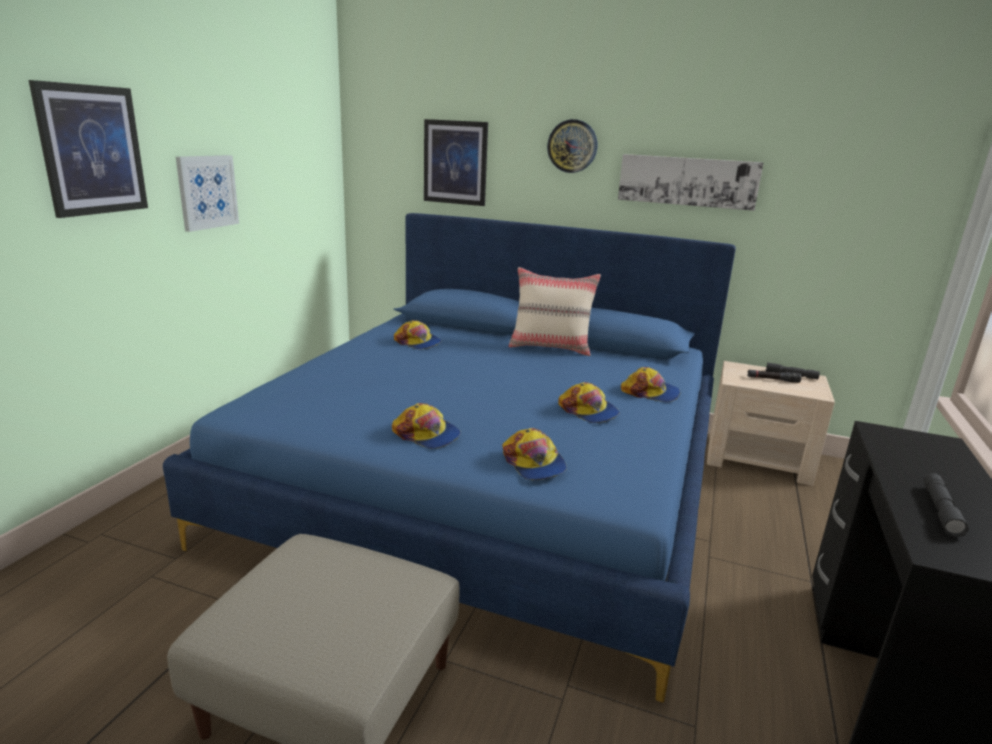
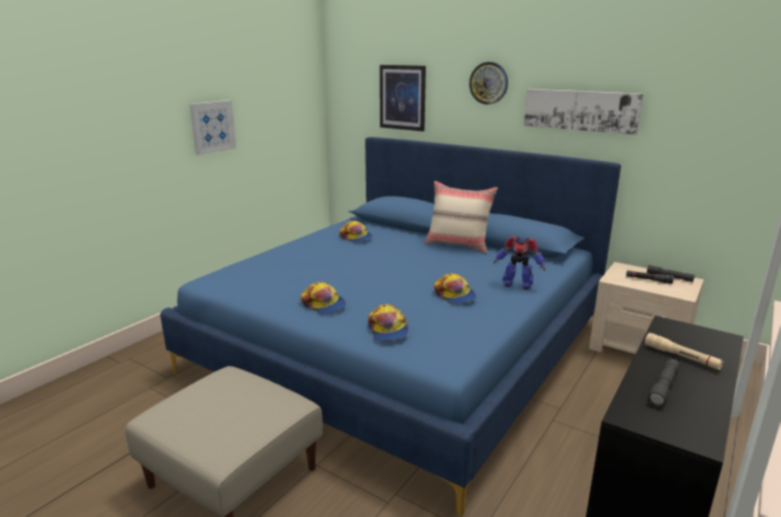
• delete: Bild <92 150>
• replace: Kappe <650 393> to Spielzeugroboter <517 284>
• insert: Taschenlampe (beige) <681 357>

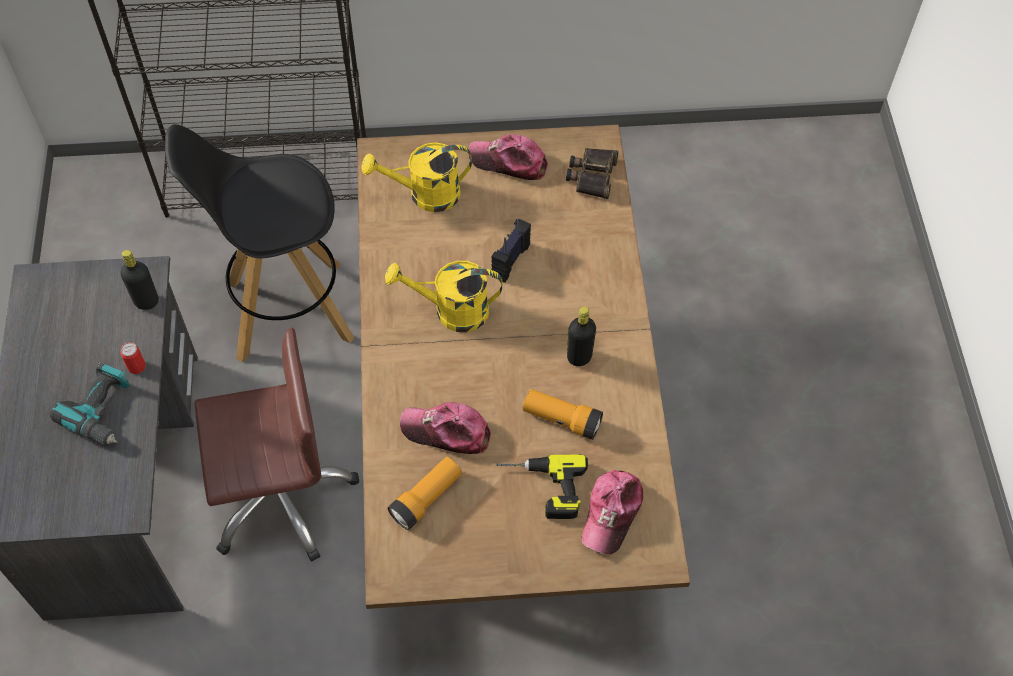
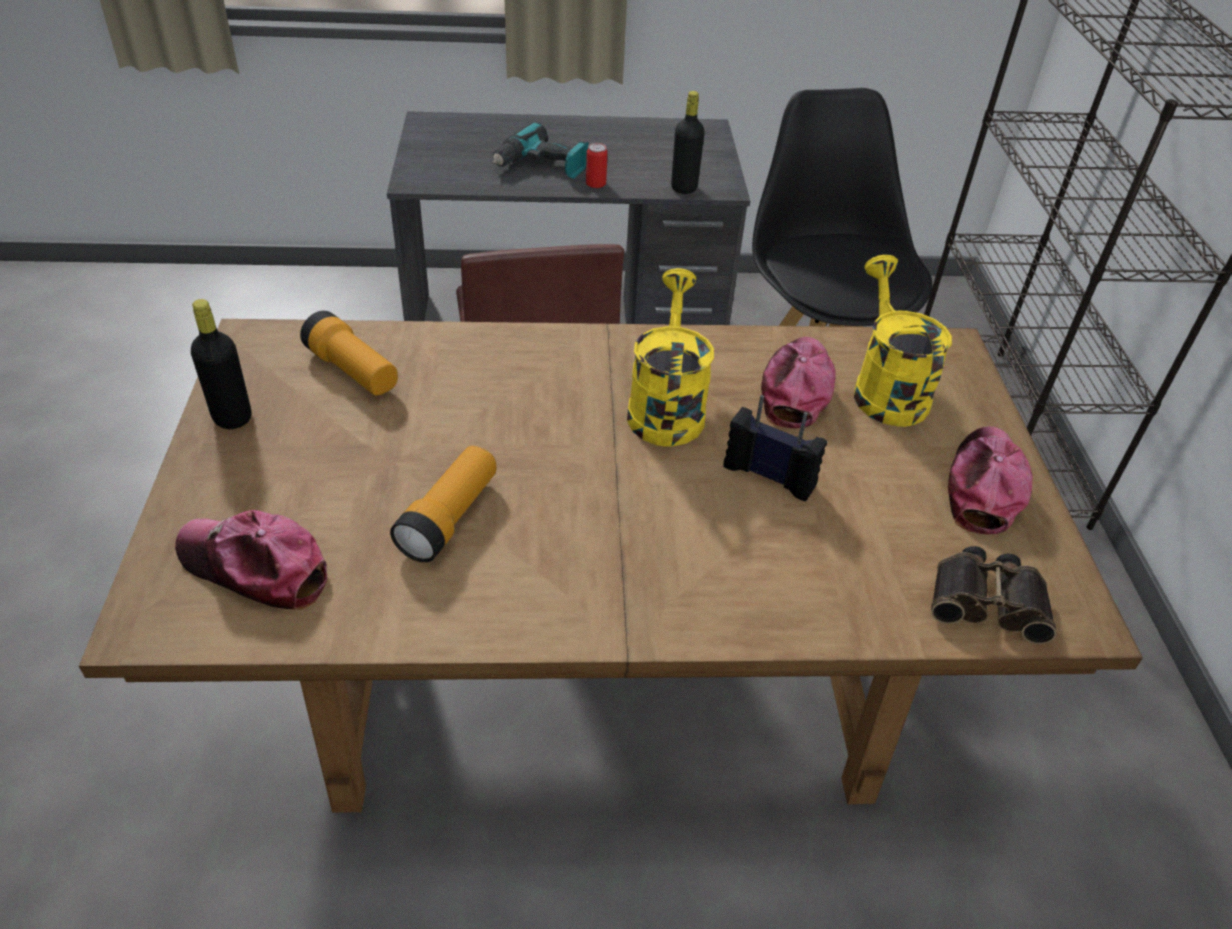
• move: Kappe <446 432> to <796 388>
• delete: Bohrmaschine <542 489>
• move: Flasche (schwarz) <579 357> to <232 417>

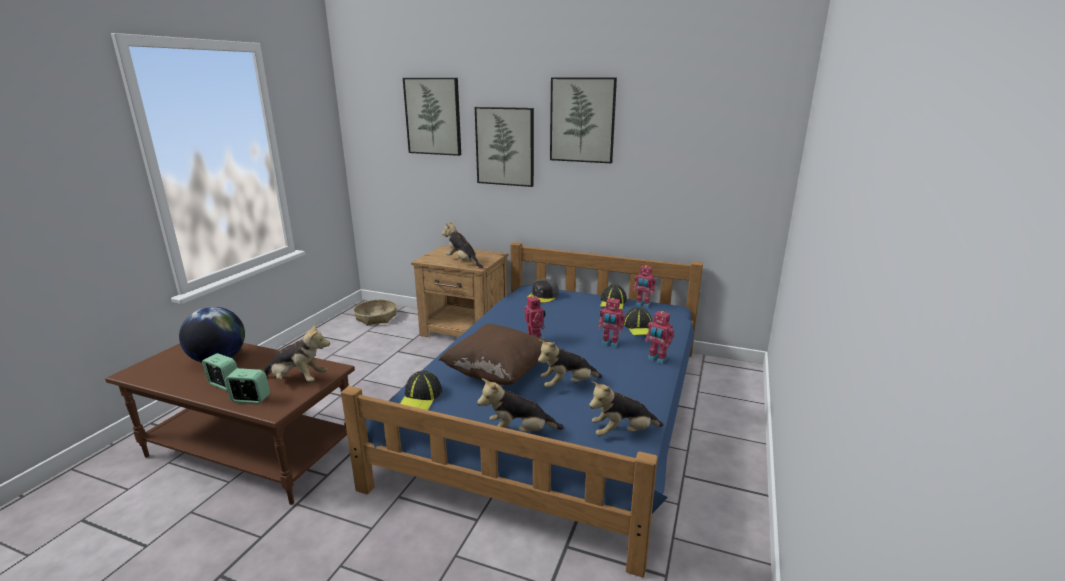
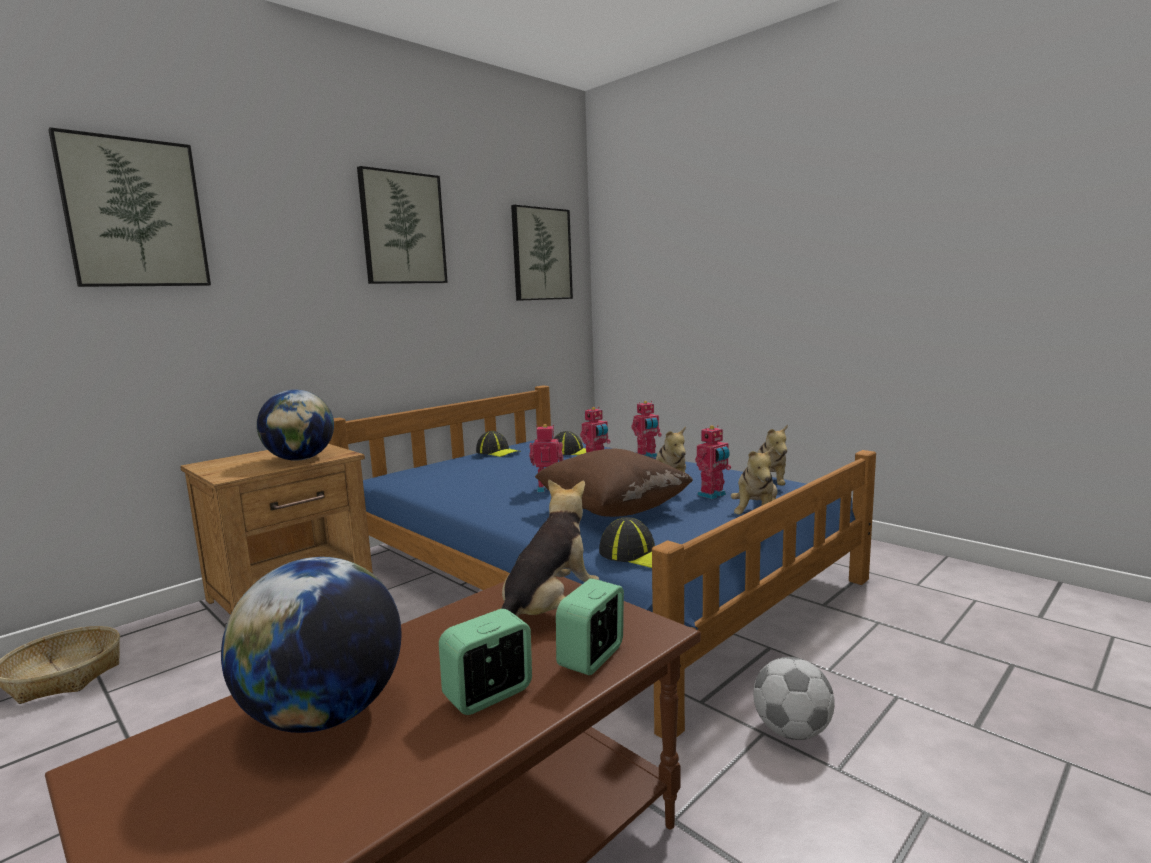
• replace: Plüschtier <463 262> to Globus <300 459>
• move: Bild <505 146> to <541 254>
• delete: Kappe (grau) <543 296>
• move: Spielzeugroboter <642 305> to <713 495>
• insert: Fußball <792 731>

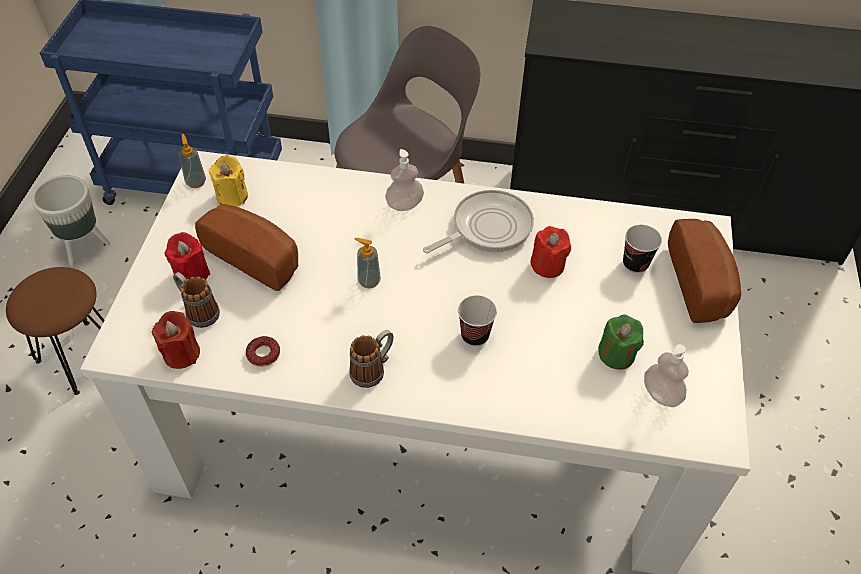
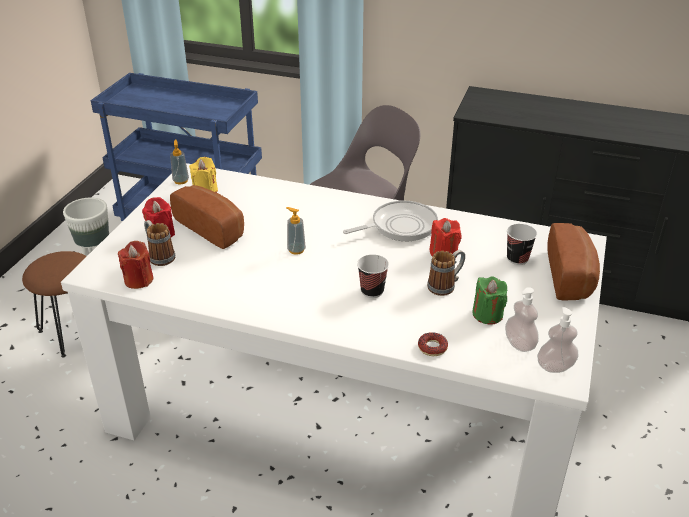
• move: Donut <263 354> to <432 347>
• move: Henkelbecher <373 369> to <445 285>
• move: Seifenspender <404 205> to <555 366>

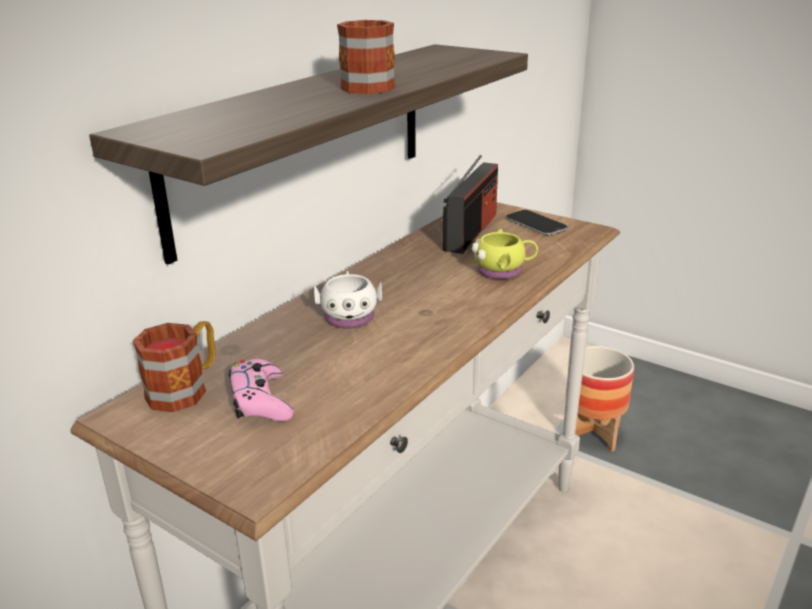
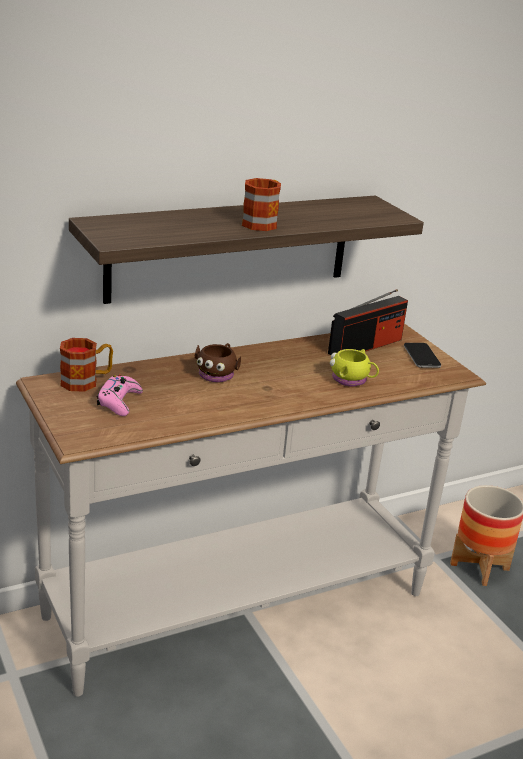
• recolor: Henkelbecher (weiß) <349 315> to Henkelbecher (braun) <217 373>

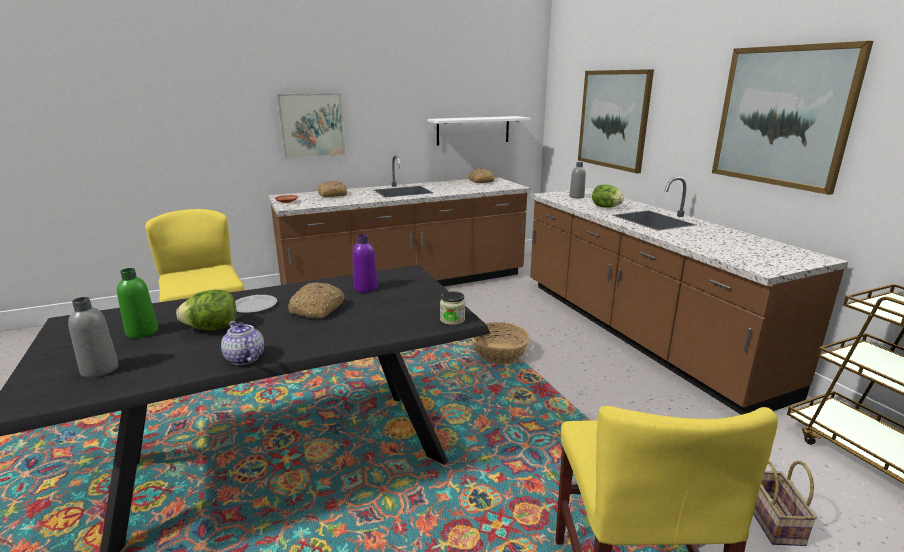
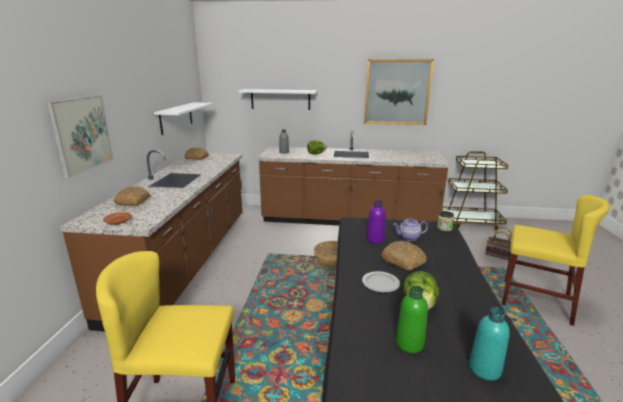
• recolor: Flasche (grau) <100 369> to Flasche (türkis) <484 369>
• move: Teekanne <244 358> to <409 237>
• replace: Bild <613 119> to Wandregal (weiß) <280 99>

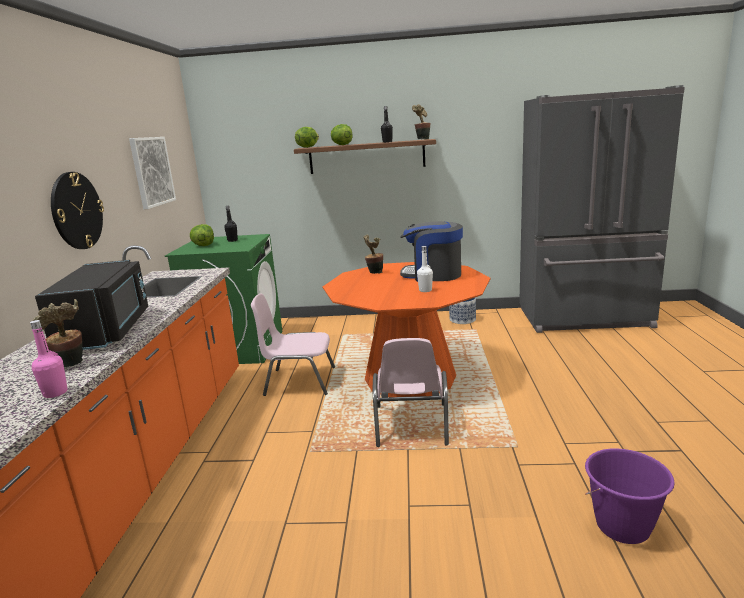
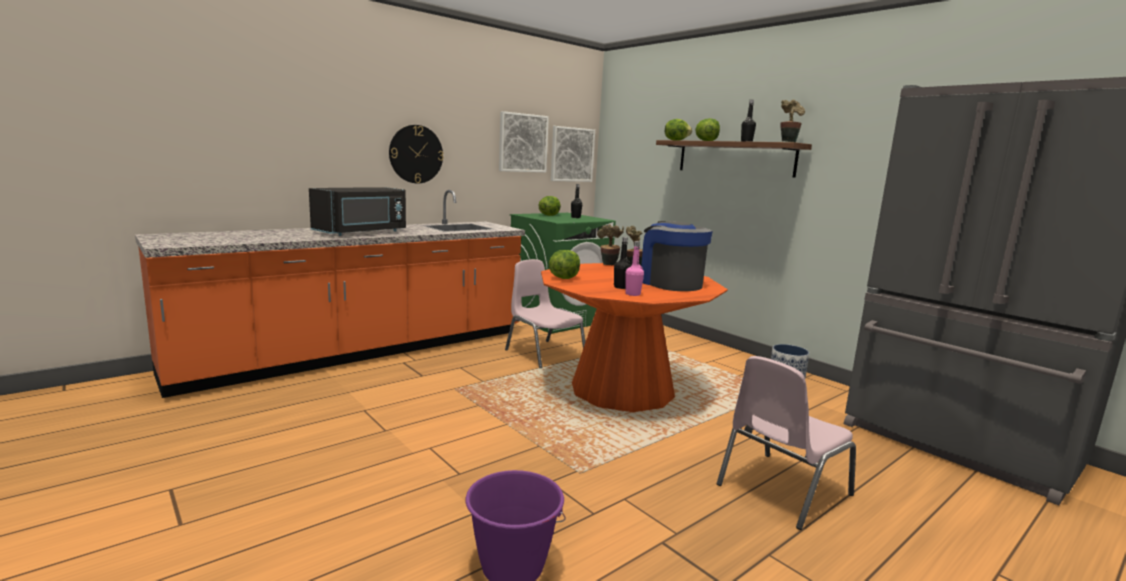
• move: Flasche (rosa) <55 393> to <633 294>
• move: Topfpflanze <71 365> to <609 265>
• move: Stuhl (rosa) <411 426> to <781 490>
• recolor: Flasche (weiß) <425 290> to Flasche (schwarz) <621 287>
• insert: Salatkopf <563 278>
• insert: Bild <572 154>

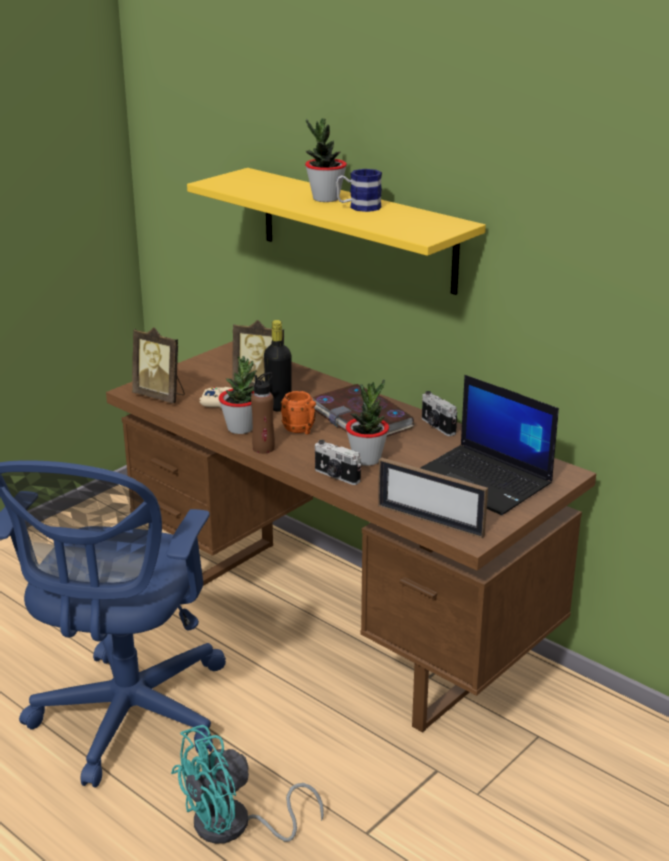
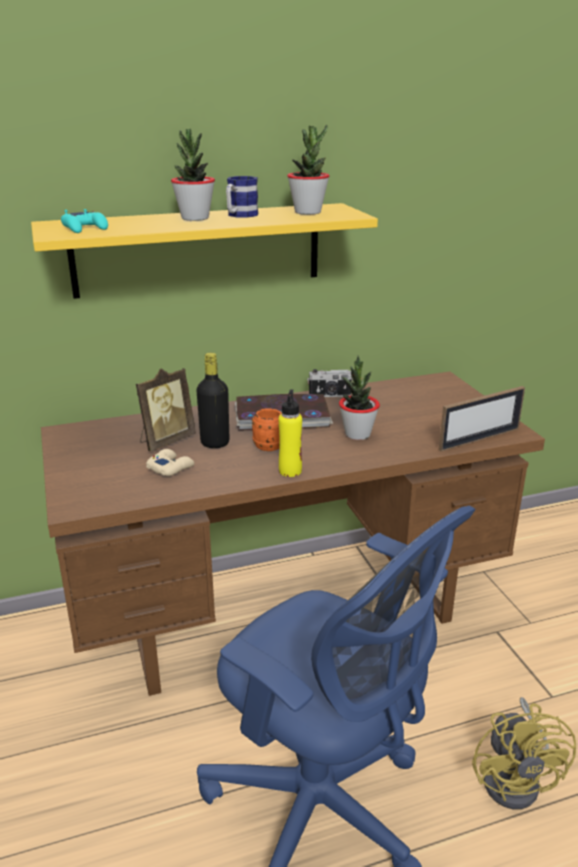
• delete: Bilderrahmen <161 396>
• recolor: Ventilator (türkis) <234 827> to Ventilator (gelb) <516 779>
• move: Topfpflanze <240 428> to <308 212>
• recolor: Flasche (braun) <263 448> to Flasche (gelb) <290 471>
• delete: Kamera <336 476>
• delete: Laptop <484 480>
• insert: Gamepad (türkis) <85 228>

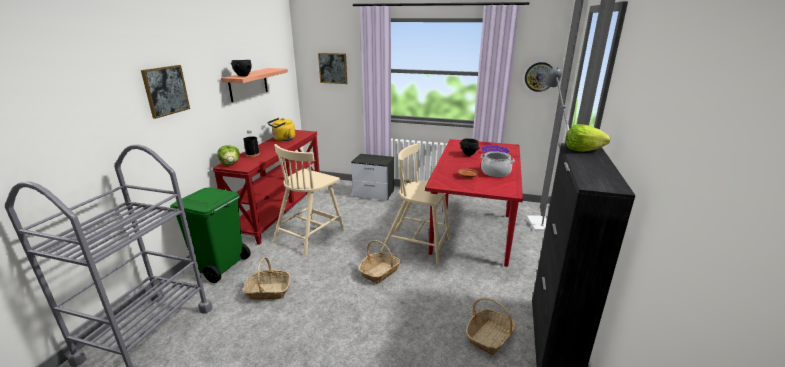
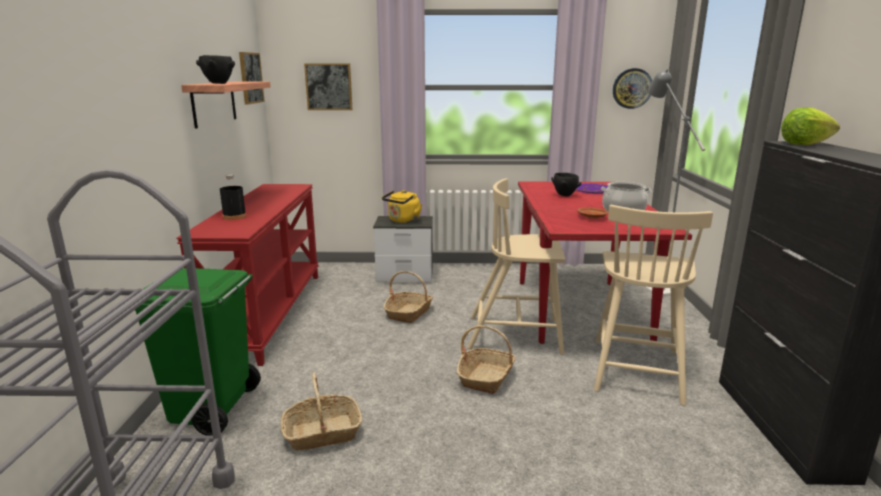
• move: Bild <165 90> to <250 78>
• delete: Salatkopf <230 164>
• move: Wasserkessel (gelb) <283 139> to <403 221>
• move: Stuhl (beige) <310 235> to <636 369>
• move: Korb <490 336> to <409 313>

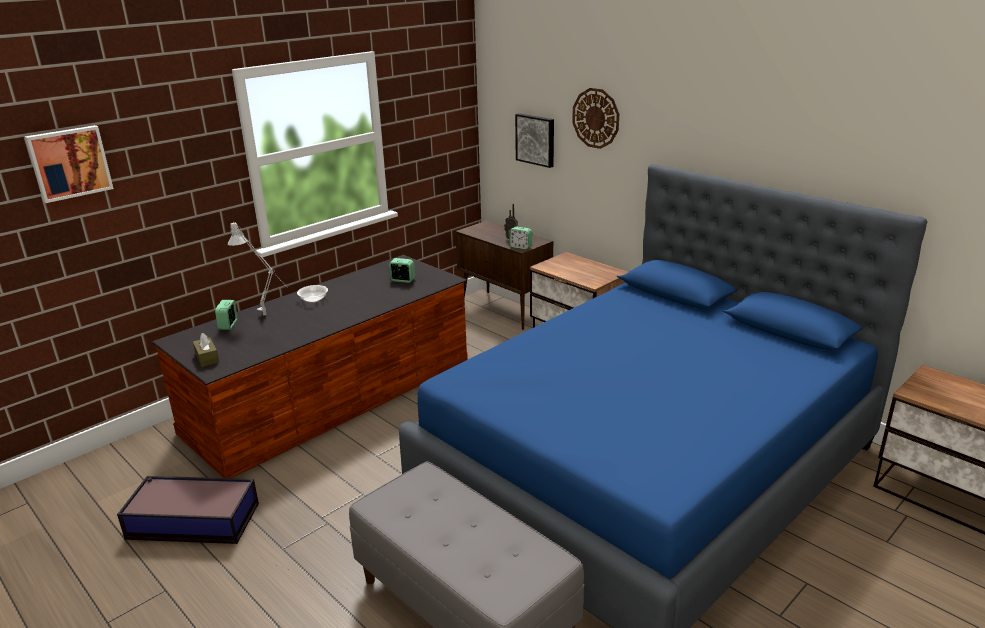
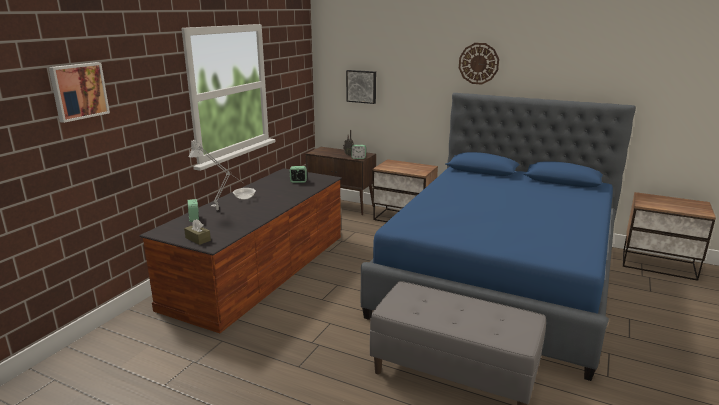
• delete: Aufbewahrungsbox <192 520>
• move: Wanduhr <596 118> to <478 63>

